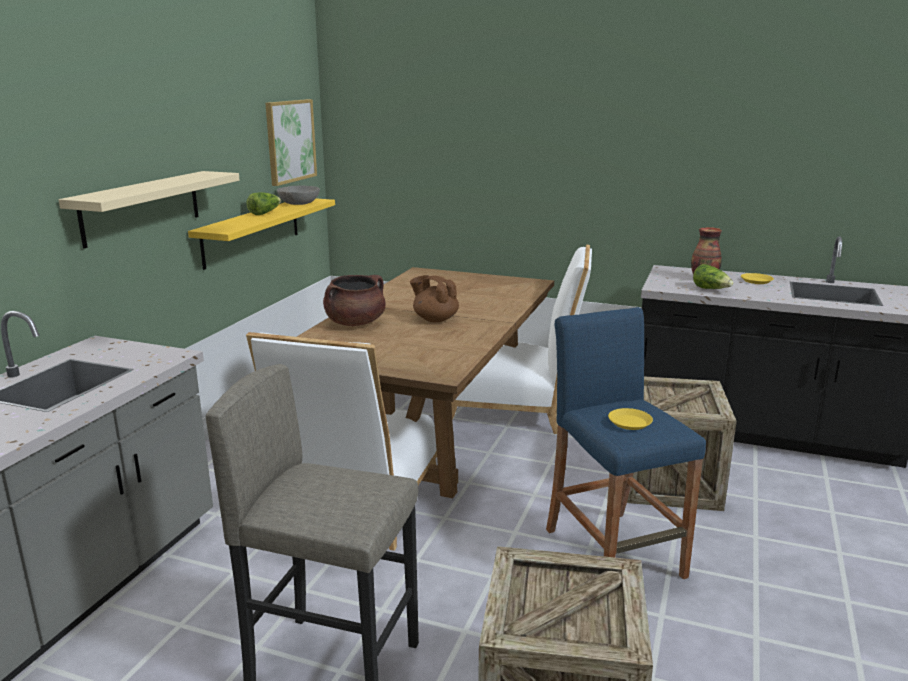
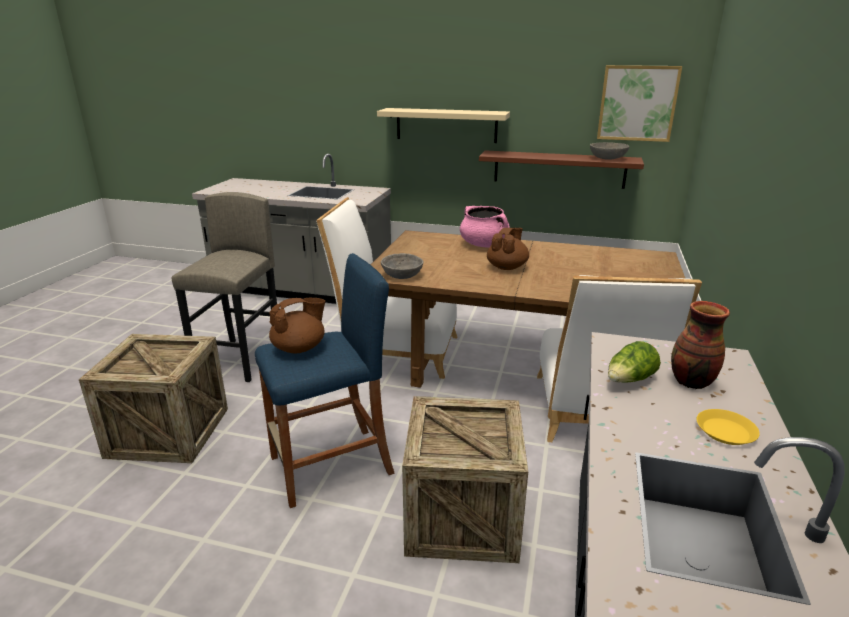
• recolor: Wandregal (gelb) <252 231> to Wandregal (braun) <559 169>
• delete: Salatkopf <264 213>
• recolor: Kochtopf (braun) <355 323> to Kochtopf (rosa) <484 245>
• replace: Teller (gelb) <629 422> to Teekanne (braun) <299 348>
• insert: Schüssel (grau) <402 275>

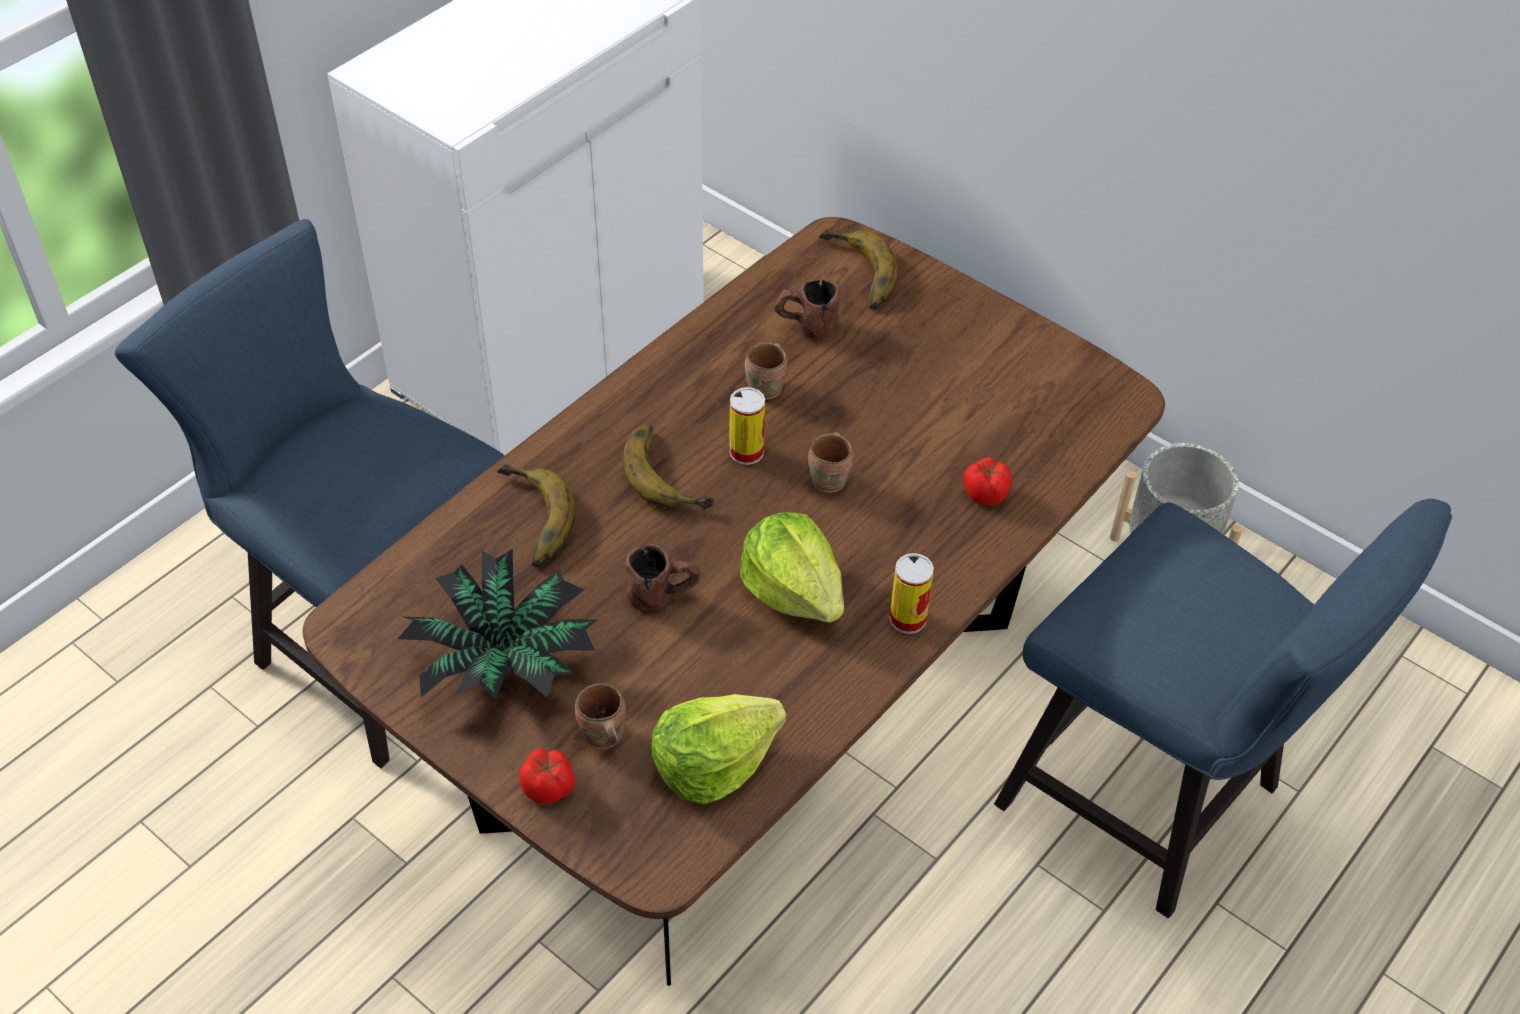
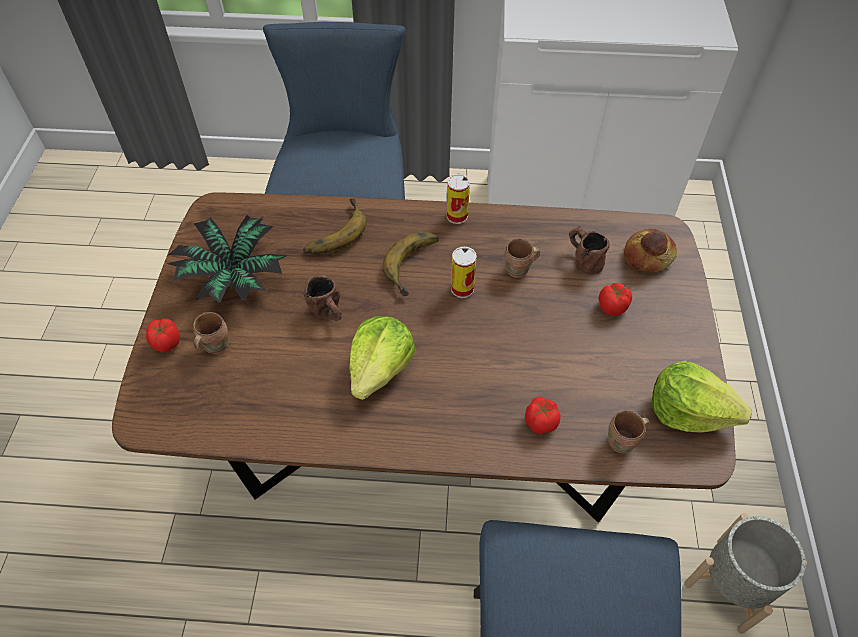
• move: Salatkopf <713 763> to <688 411>
• move: Henkelbecher (braun) <831 479> to <623 442>
• replace: Banane <854 275> to Brot <648 257>
• move: Dose <908 619> to <457 216>
• insert: Tomate <613 307>

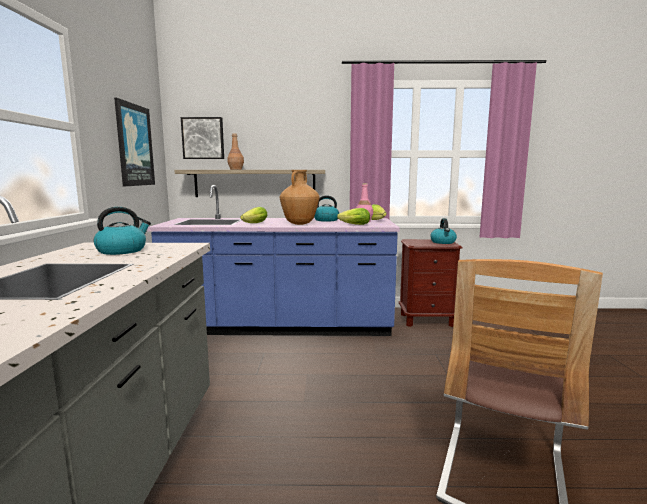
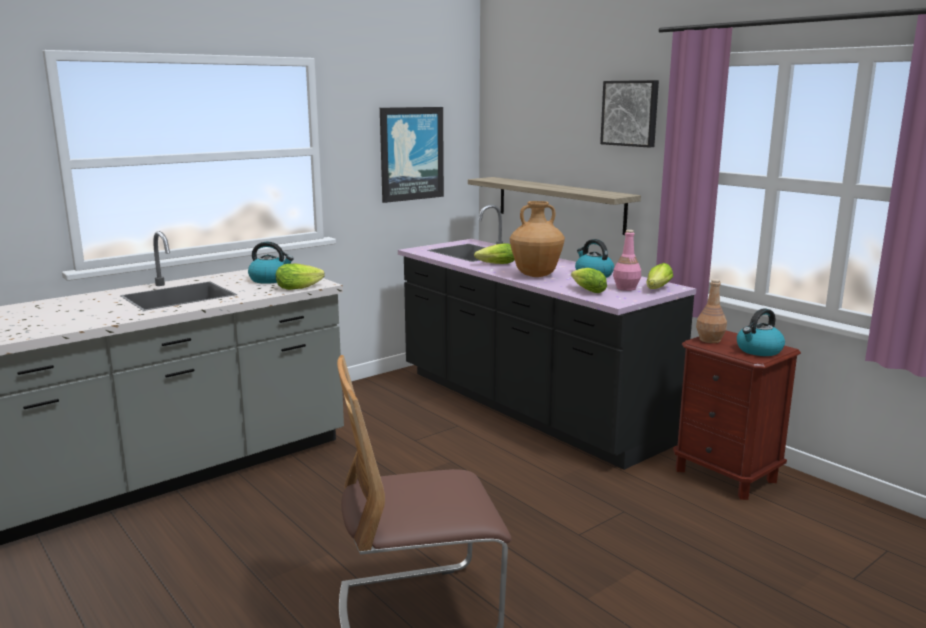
• recolor: Küchenzeile (blau) <280 326> to Küchenzeile (schwarz) <527 407>
• move: Bild <203 138> to <630 113>
• move: Flasche (braun) <235 169> to <709 340>
• insert: Salatkopf <301 287>

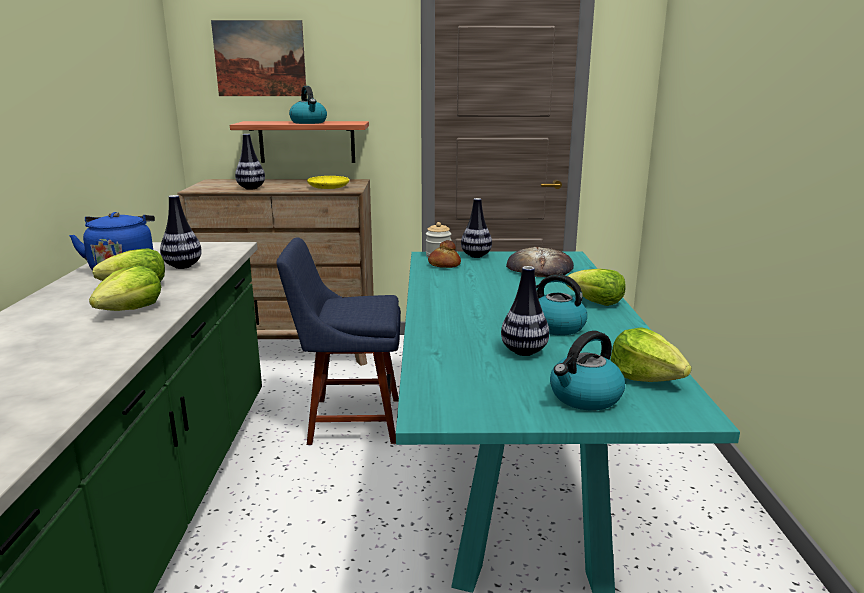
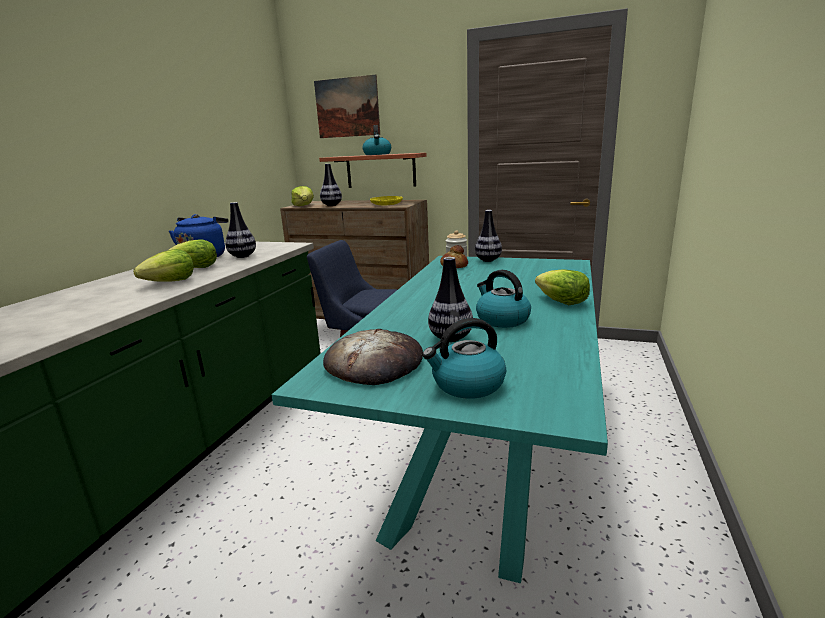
• move: Brot <539 268> to <374 362>
• move: Salatkopf <645 377> to <304 206>

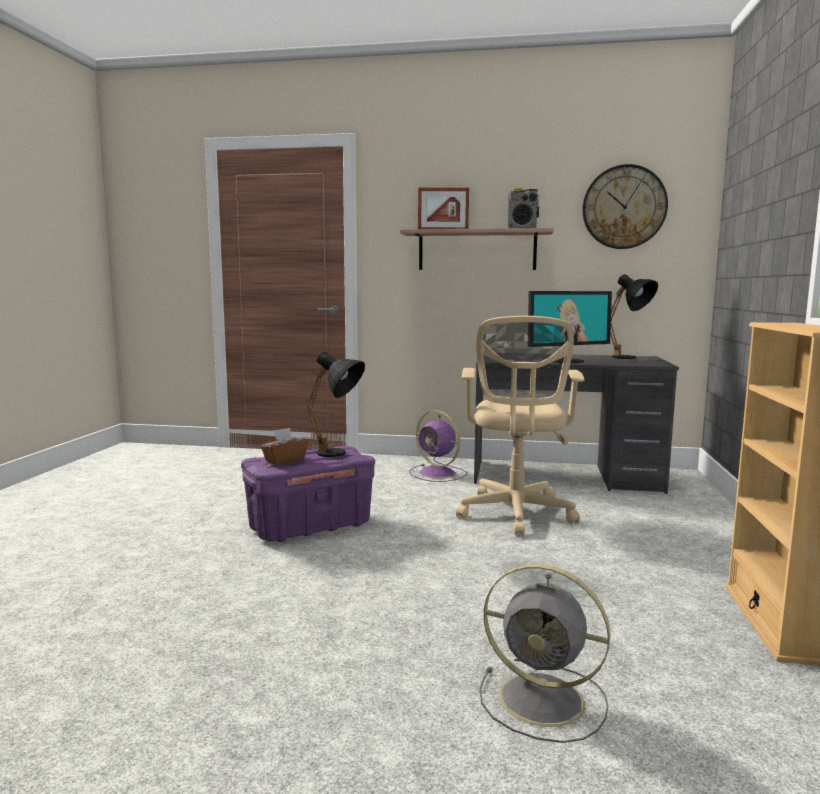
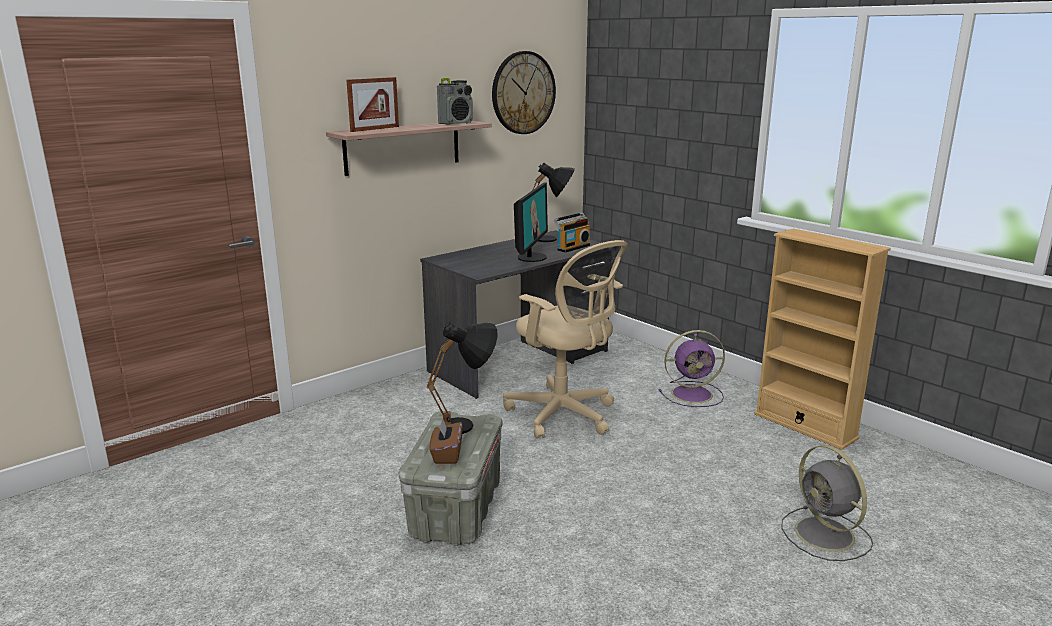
• recolor: Aufbewahrungsbox (lila) <310 526> to Aufbewahrungsbox (grau) <455 509>
• move: Ventilator (lila) <438 473> to <693 394>
• rotate: Ventilator (grau) <545 700> = <826 535> 90 degrees clockwise
• insert: Radio <572 247>

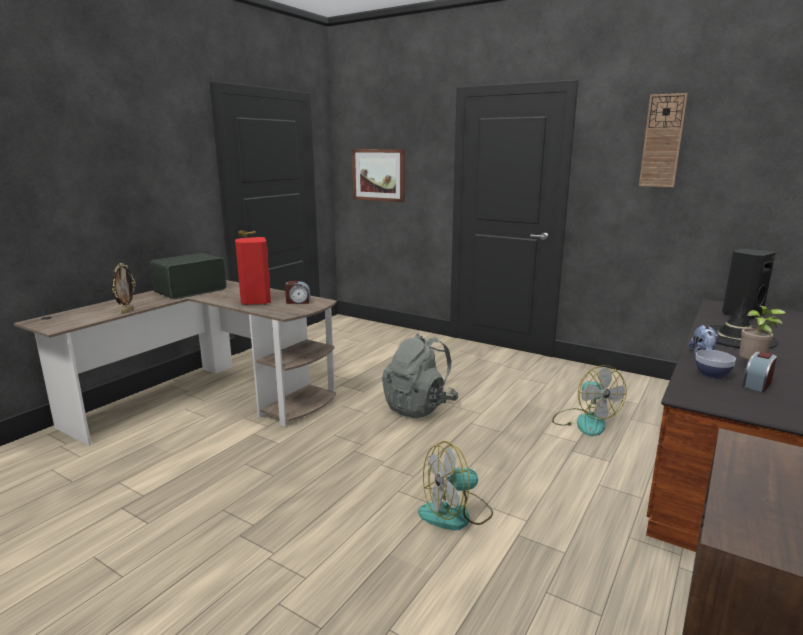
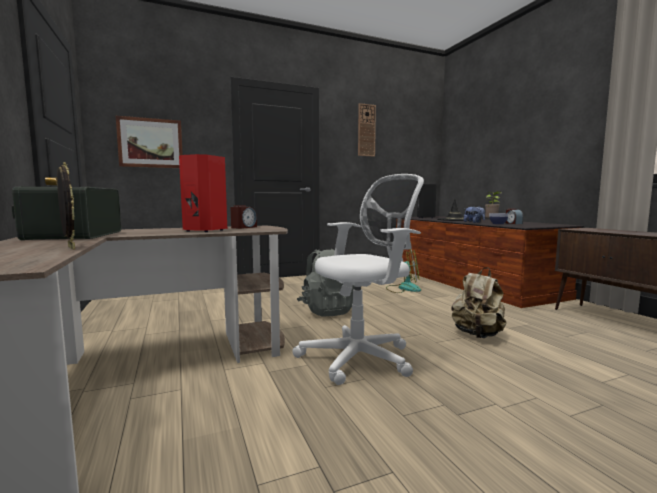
• replace: Ventilator <456 514> to Rucksack (beige) <477 335>
• insert: Bürostuhl (weiß) <361 358>

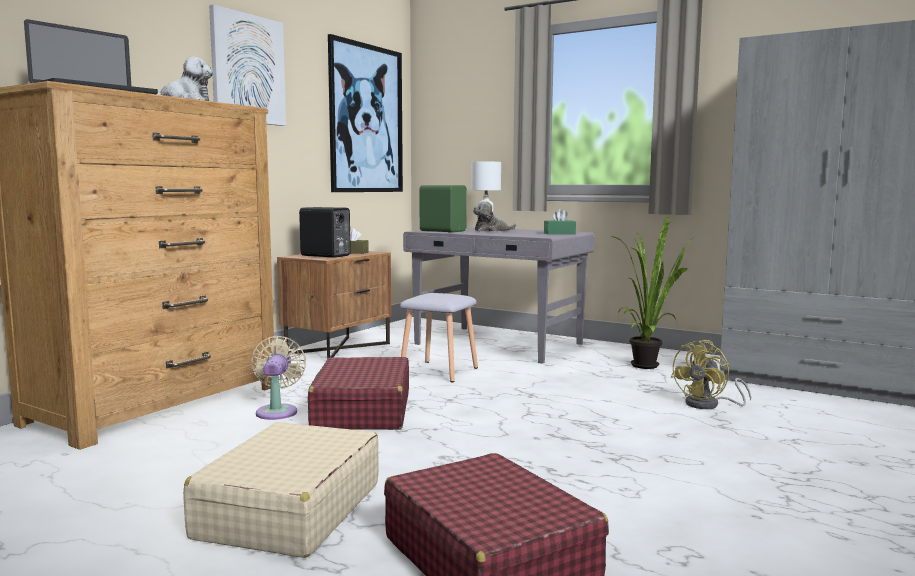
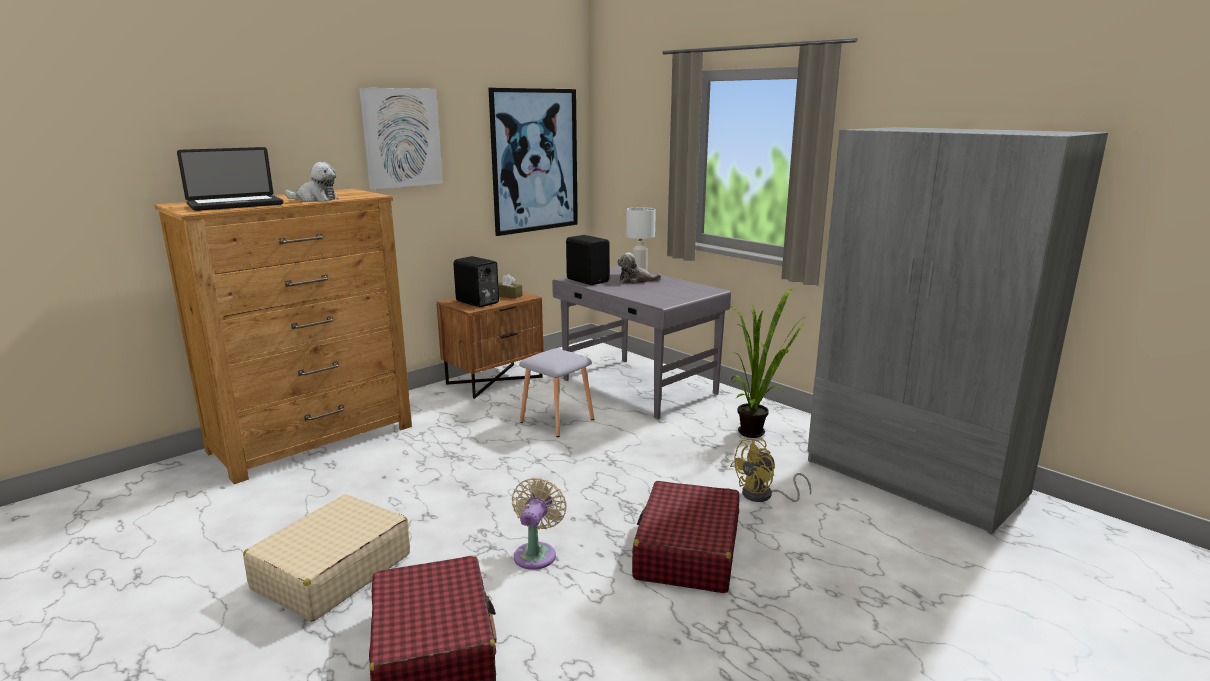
• move: Ventilator (beige) <277 411> to <536 553>
• move: Koffer (rot) <362 411> to <687 552>
• recolor: Lautsprecher (grün) <443 231> to Lautsprecher (schwarz) <588 280>
• delete: Taschentuchbox (grün) <559 233>

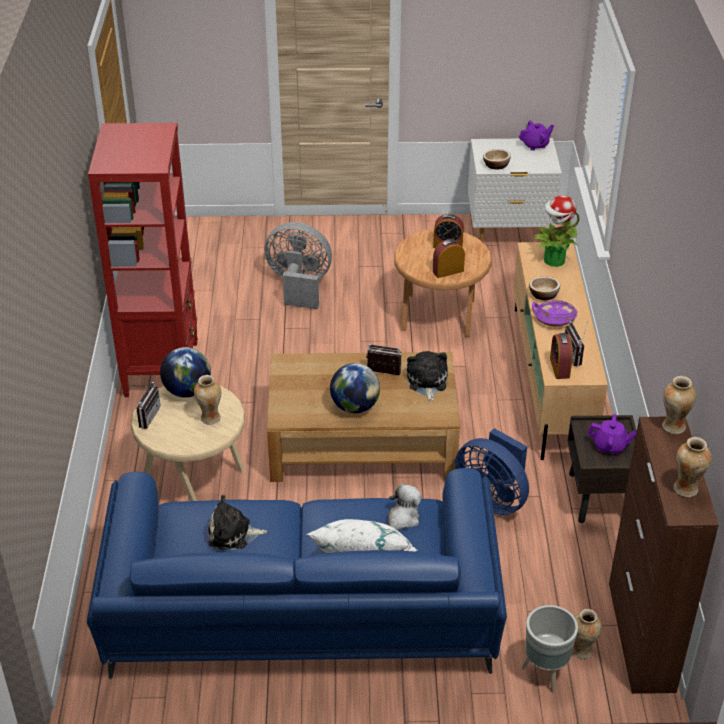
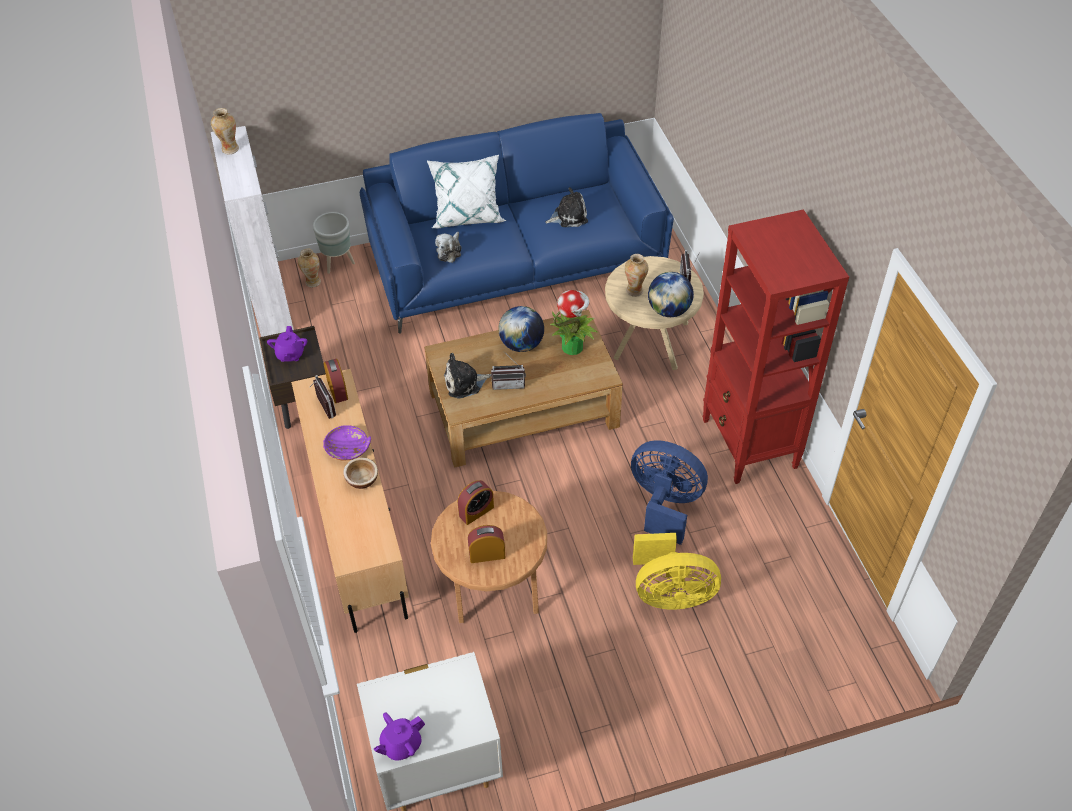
• recolor: Ventilator (grau) <299 286> to Ventilator (gelb) <670 594>
• rotate: Plüschtier <426 382> = <464 383> 90 degrees clockwise
• move: Ventilator (blau) <493 498> to <665 504>
• delete: Schüssel <496 165>
• move: Topfpflanze <553 260> to <573 346>
• rotate: Teekanne (lila) <609 446> = <290 354> 90 degrees counterclockwise
• recolor: Schrank (braun) <641 637> to Schrank (weiß) <270 299>
• delete: Vase <673 427>

